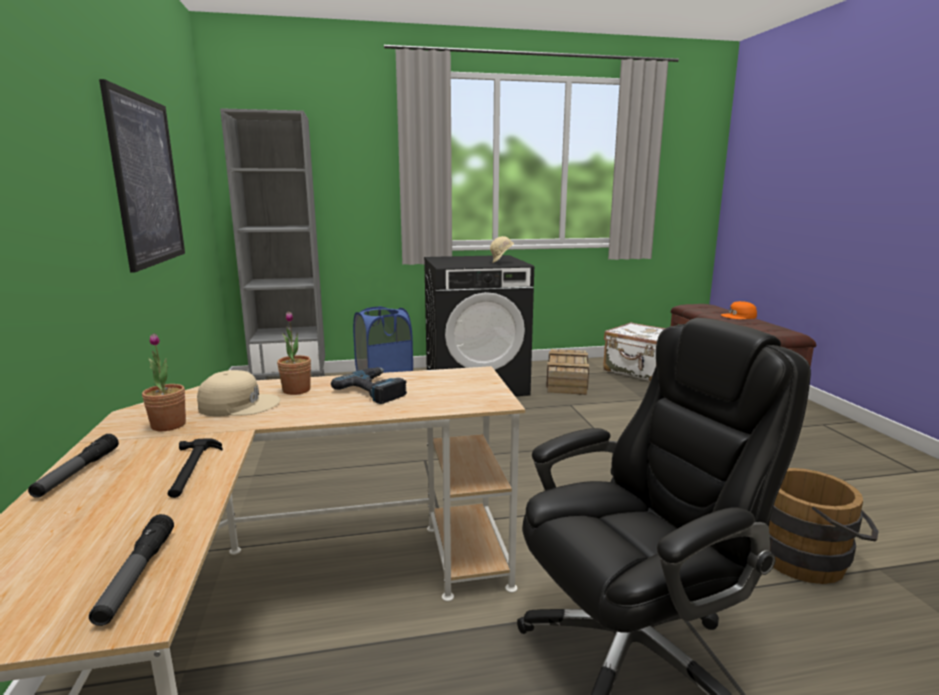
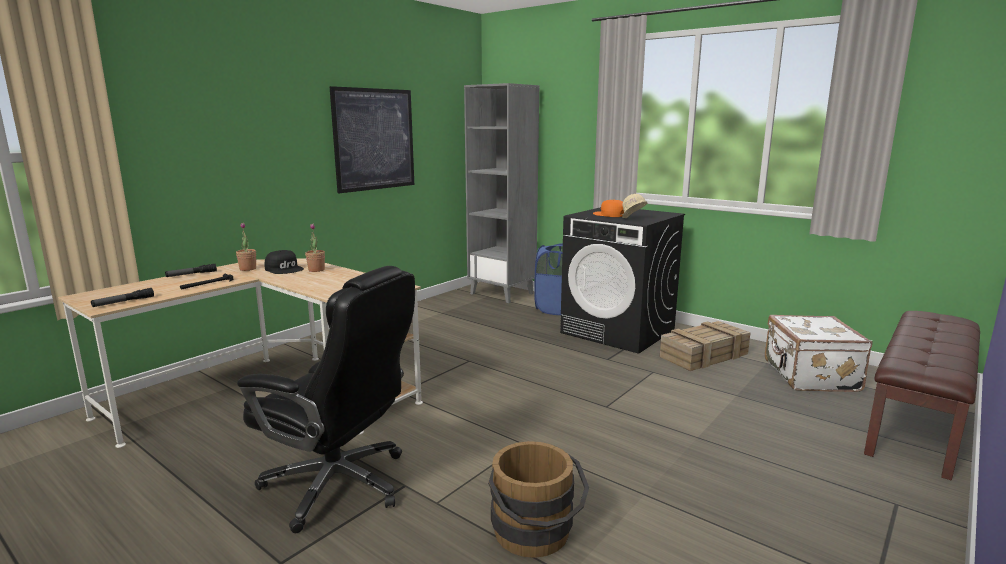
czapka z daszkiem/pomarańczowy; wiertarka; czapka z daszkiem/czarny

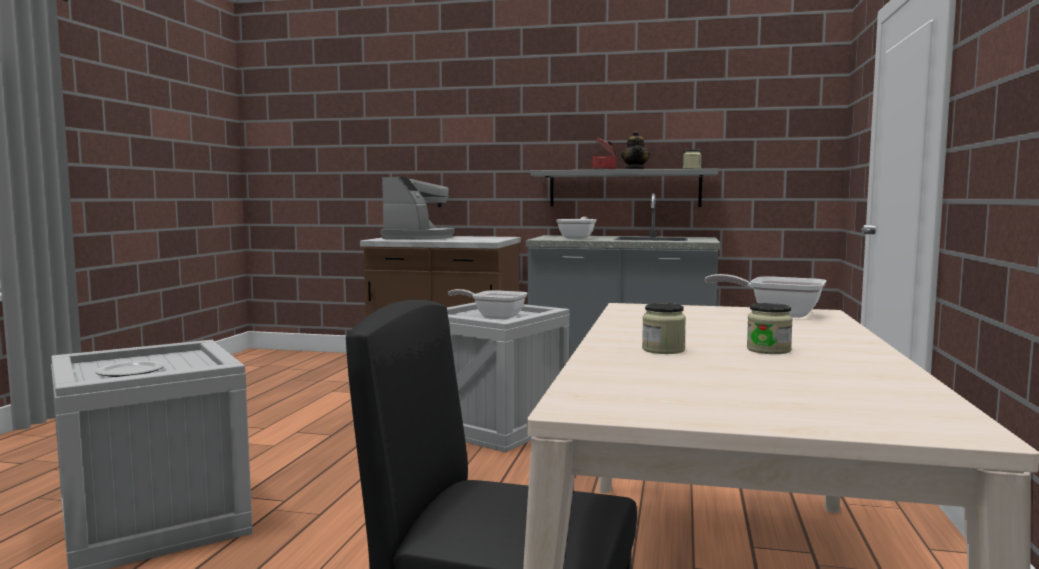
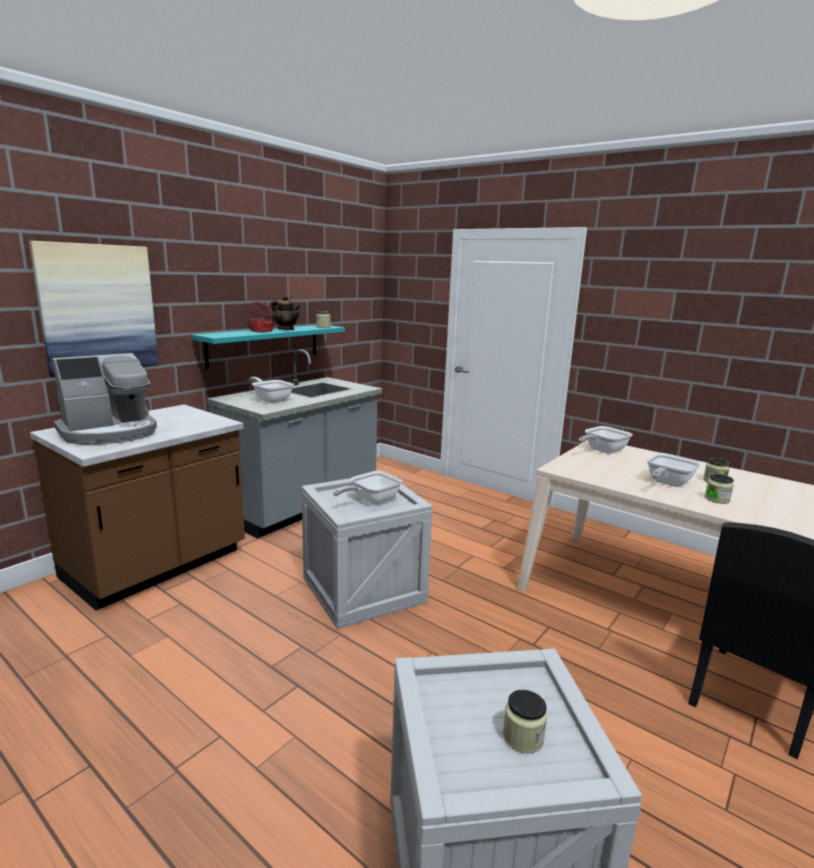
półka/turkusowy; ekspres do kawy; słoik (2nd from left); obraz; patelnia (4th from left)

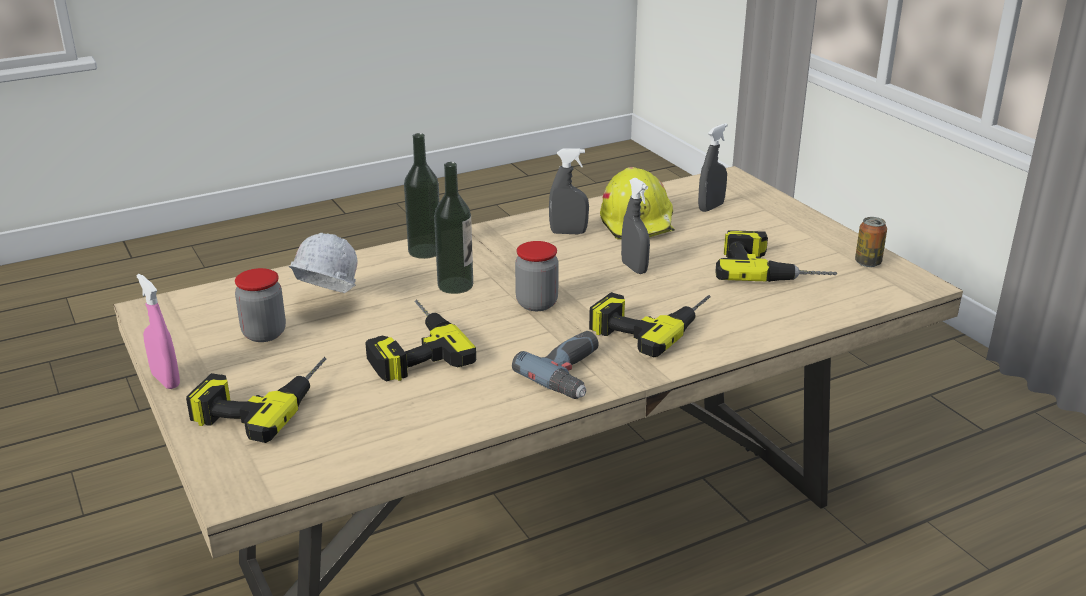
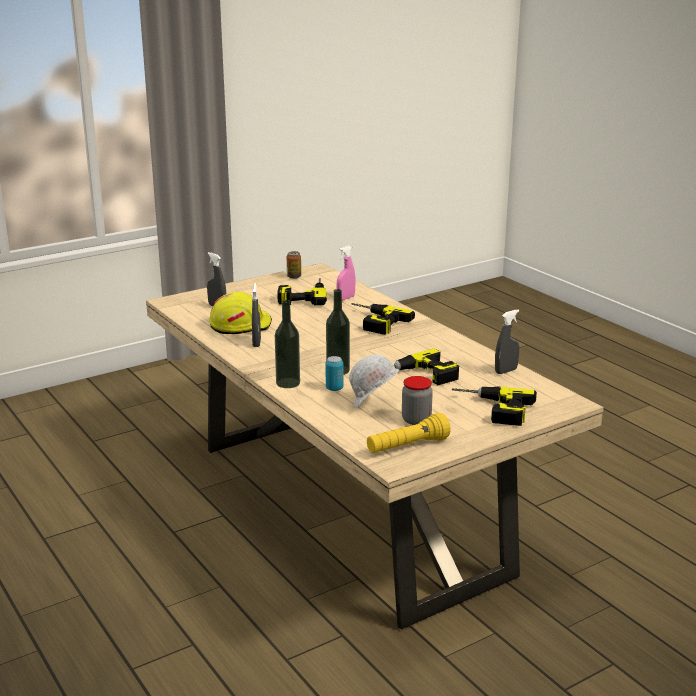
spryskiwacz/szary (3rd from left); słoik (2nd from left in the first image); spryskiwacz/różowy; wiertarka (3rd from left in the first image); puszka (2nd from left); latarka/żółty

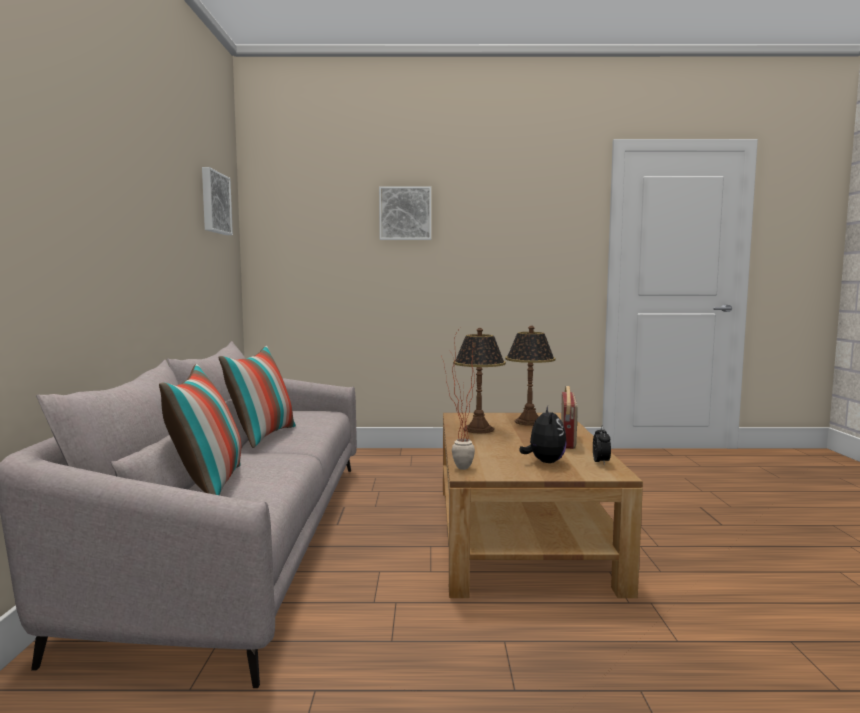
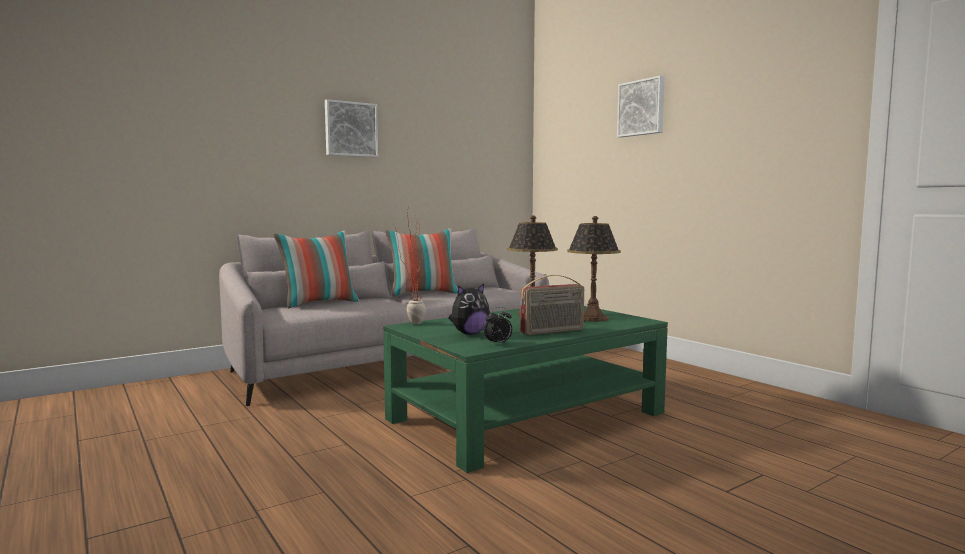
obraz (1st from left); ława/zielony

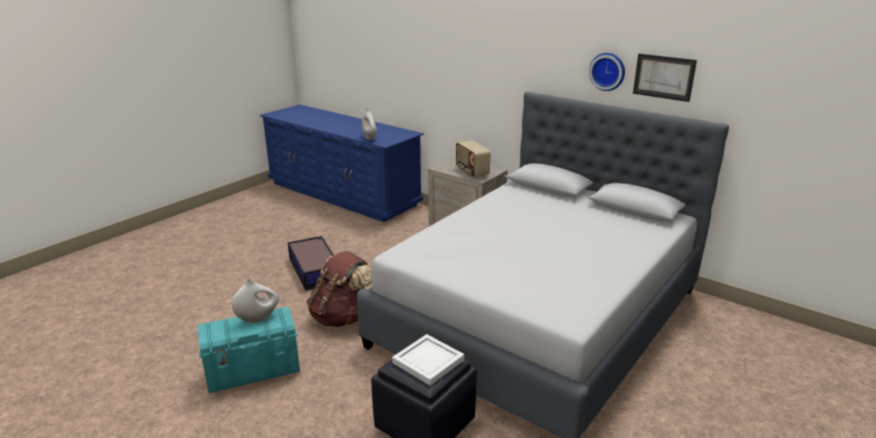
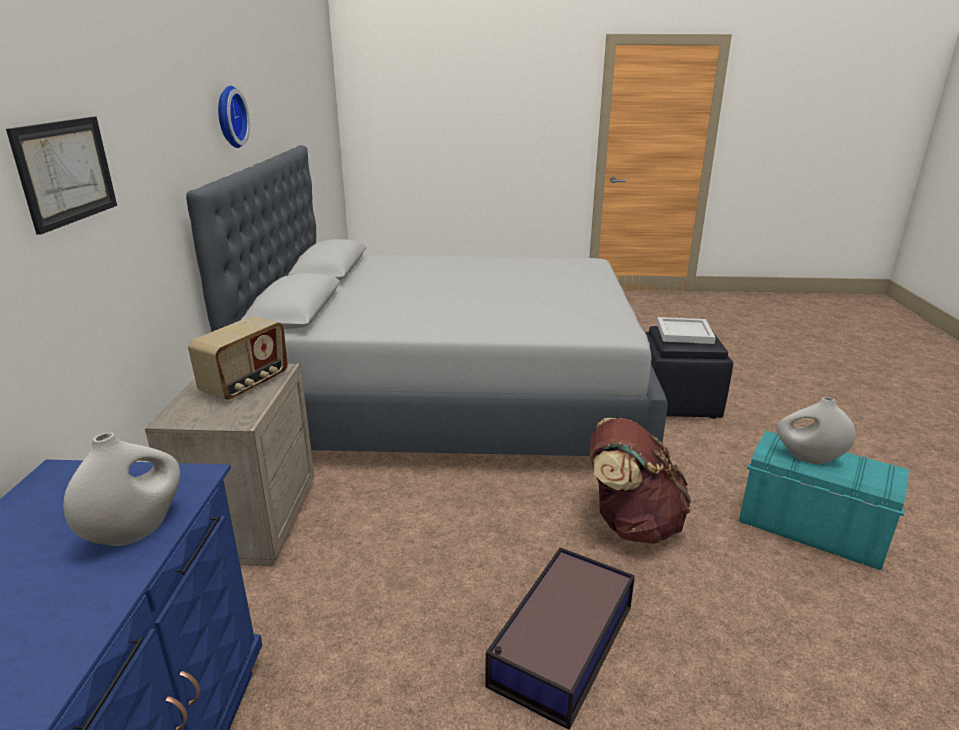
obraz

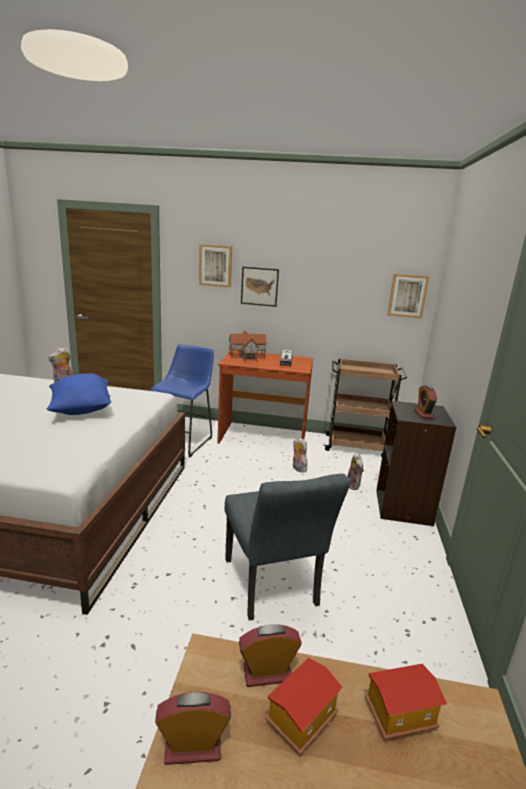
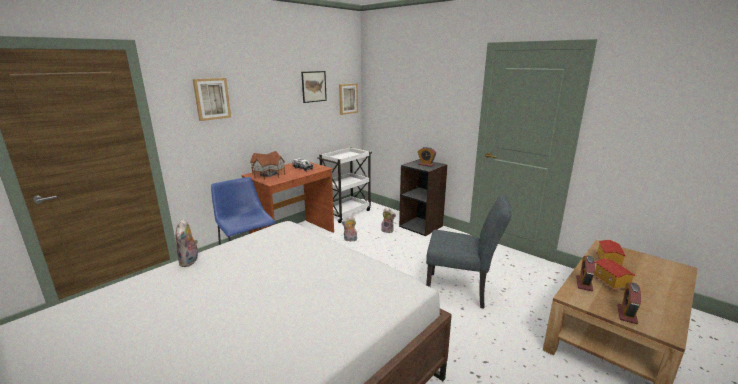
obraz (2nd from left); wózek/biały; poduszka/niebieski

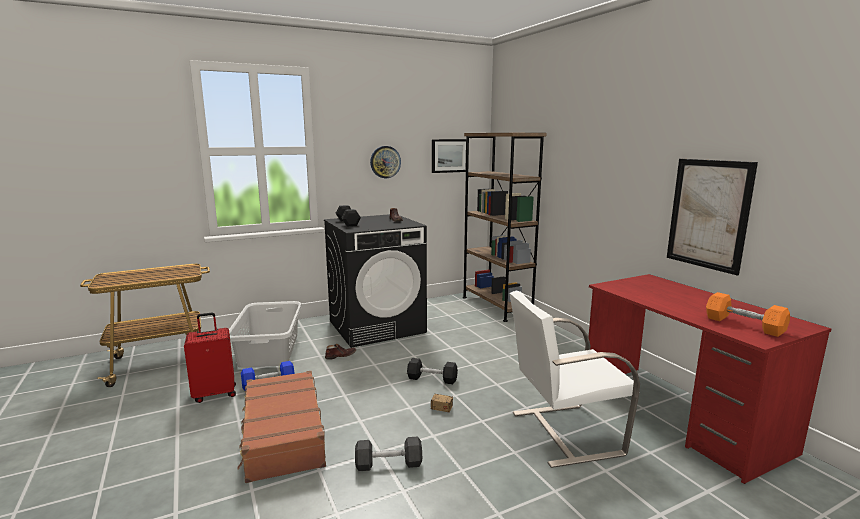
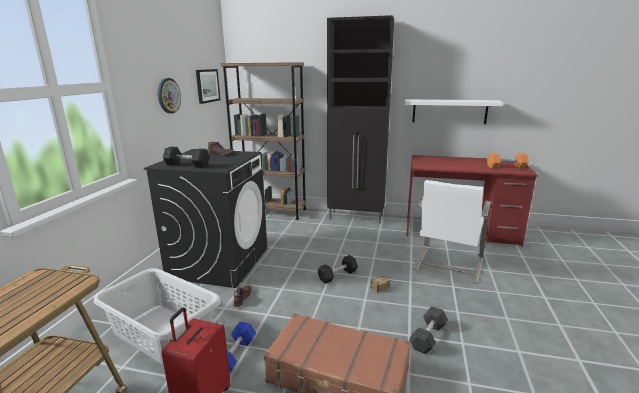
półka/biały; szafka/czarny

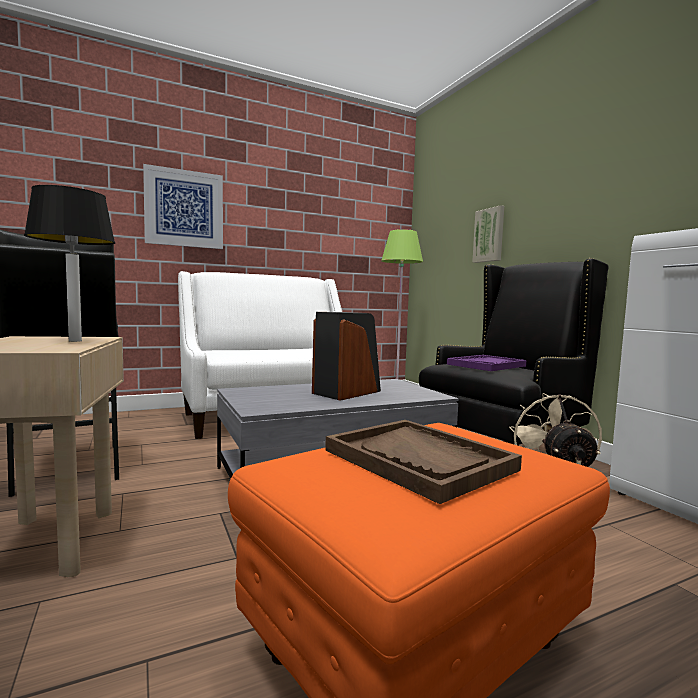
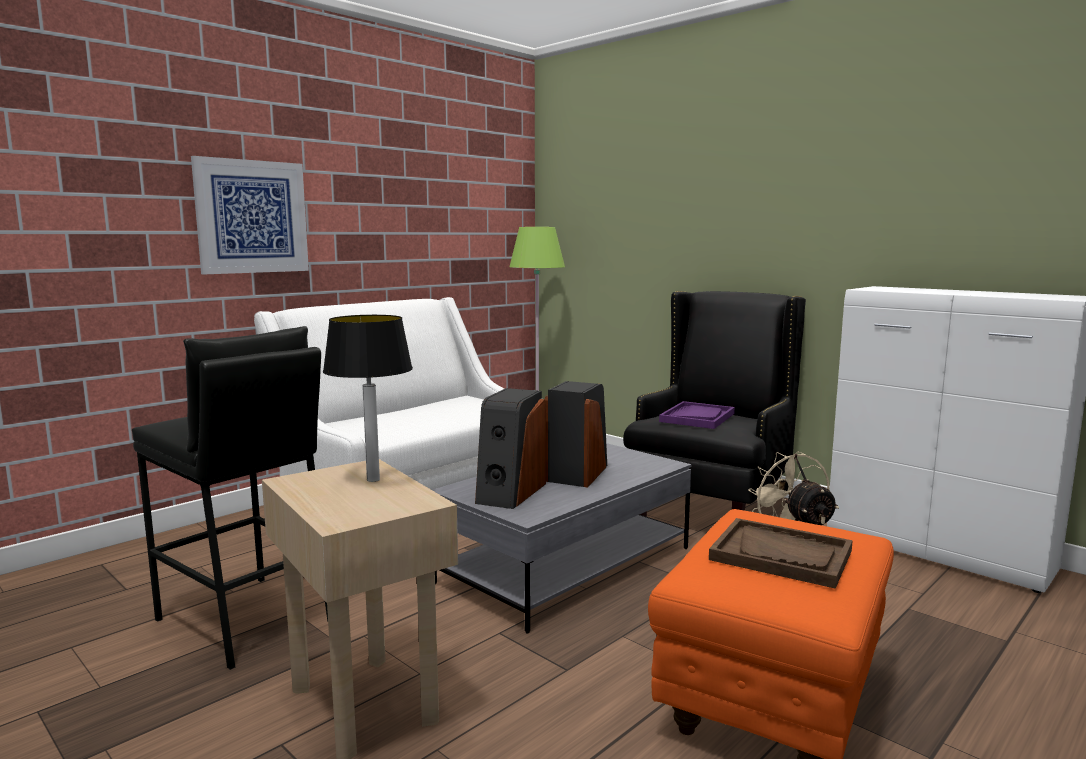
obraz (2nd from left in the first image); głośnik (1st from left)

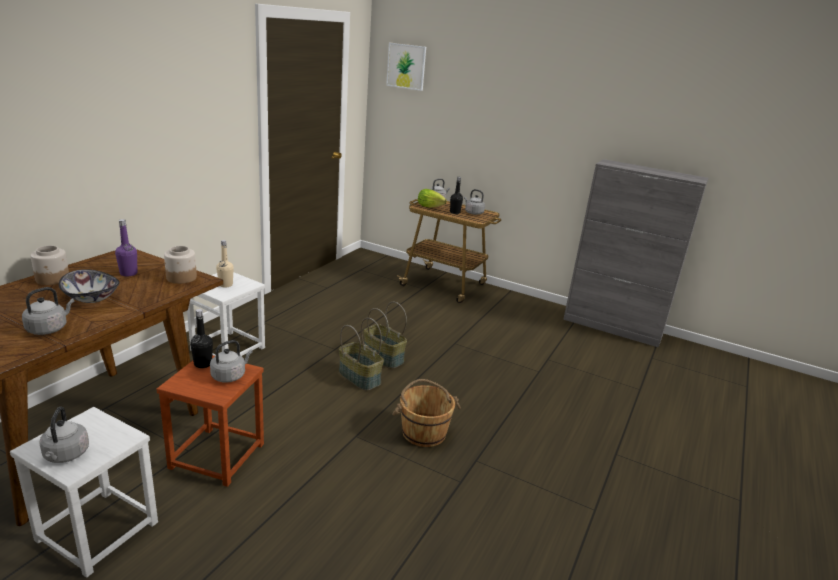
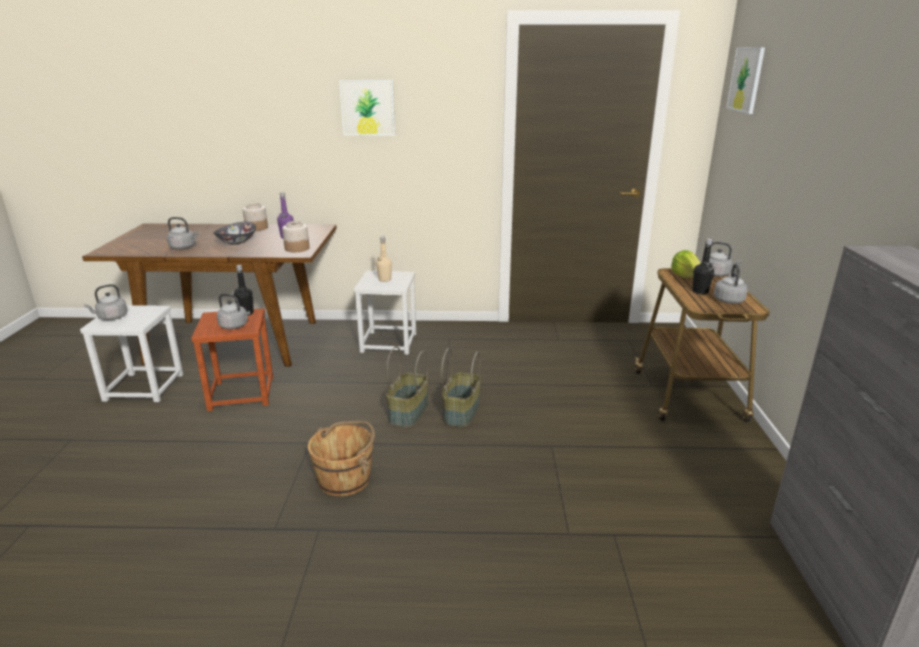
obraz (1st from left)

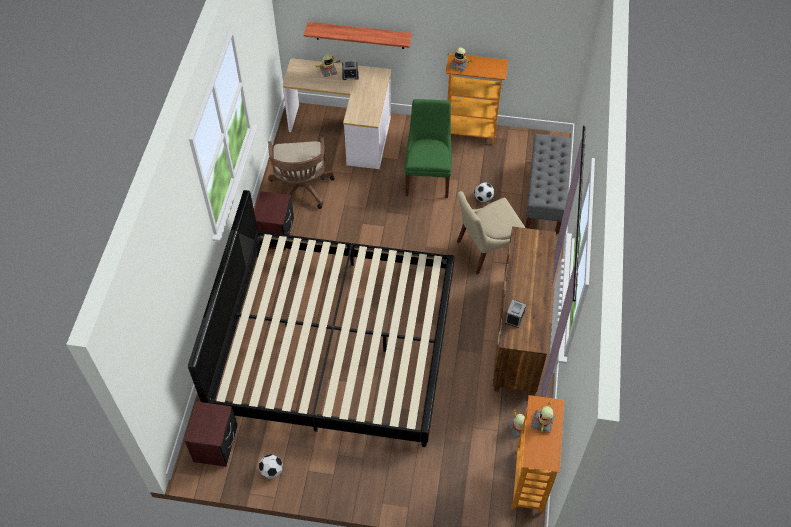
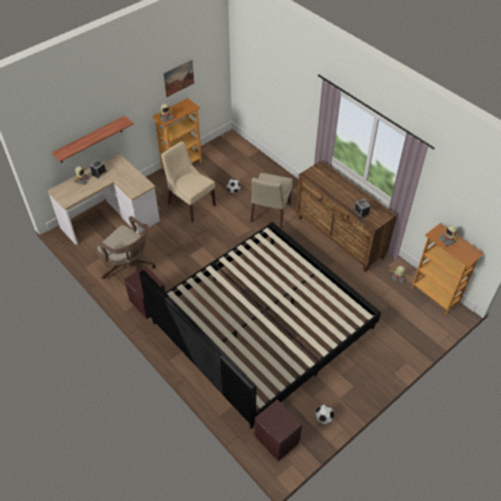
krzesło/beżowy (1st from left); ławka/szary; obraz

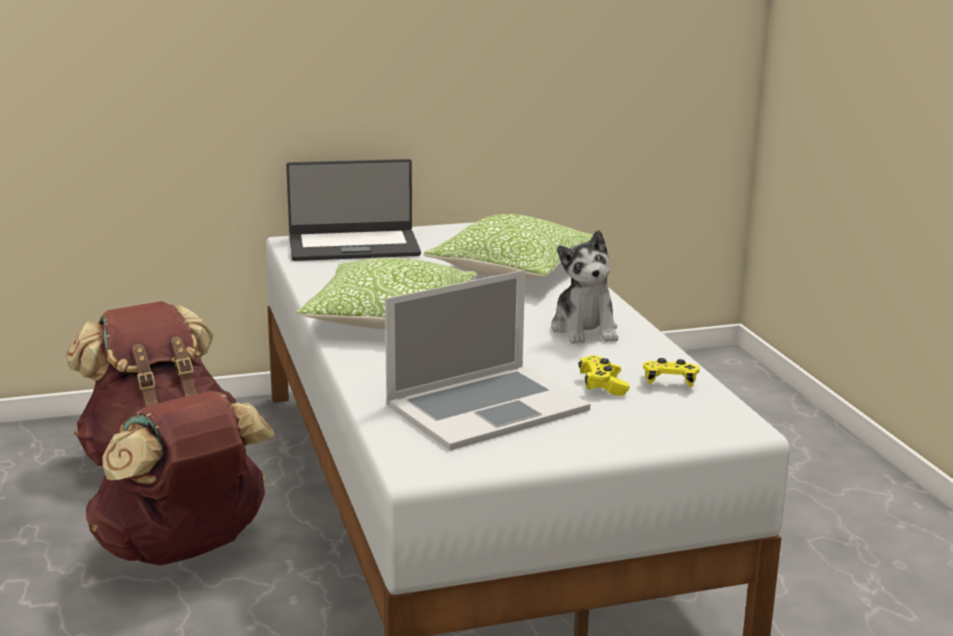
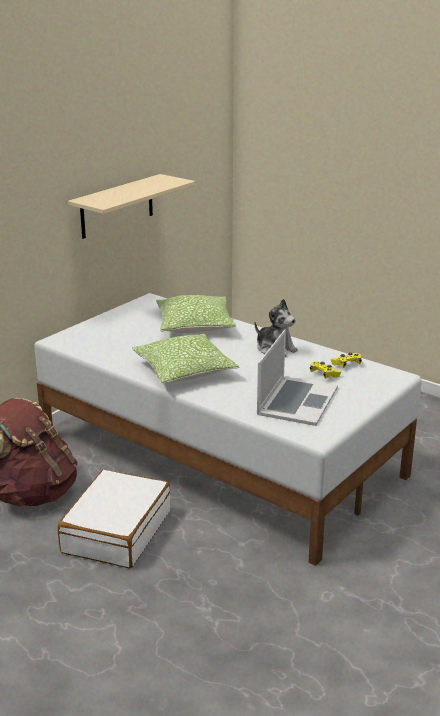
laptop (1st from left in the first image); walizka/biały; półka/beżowy

